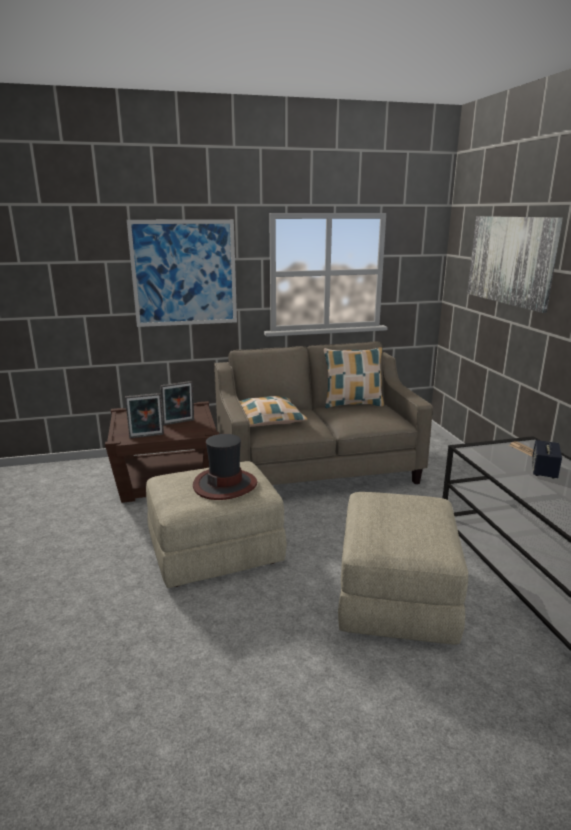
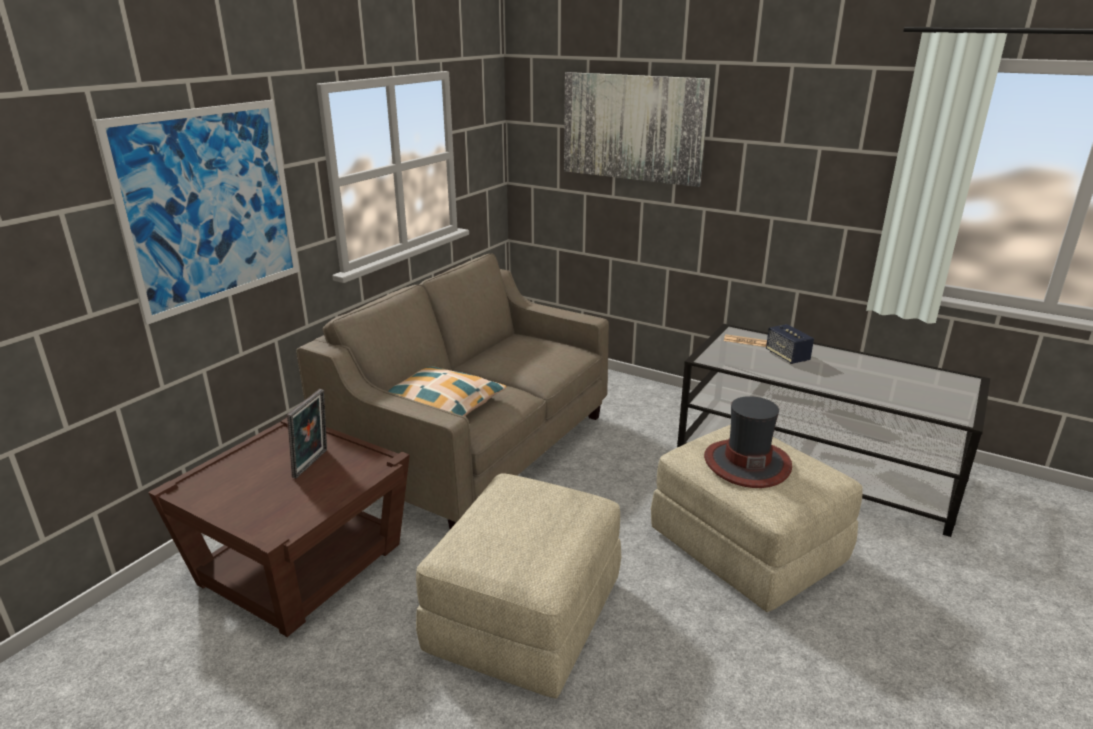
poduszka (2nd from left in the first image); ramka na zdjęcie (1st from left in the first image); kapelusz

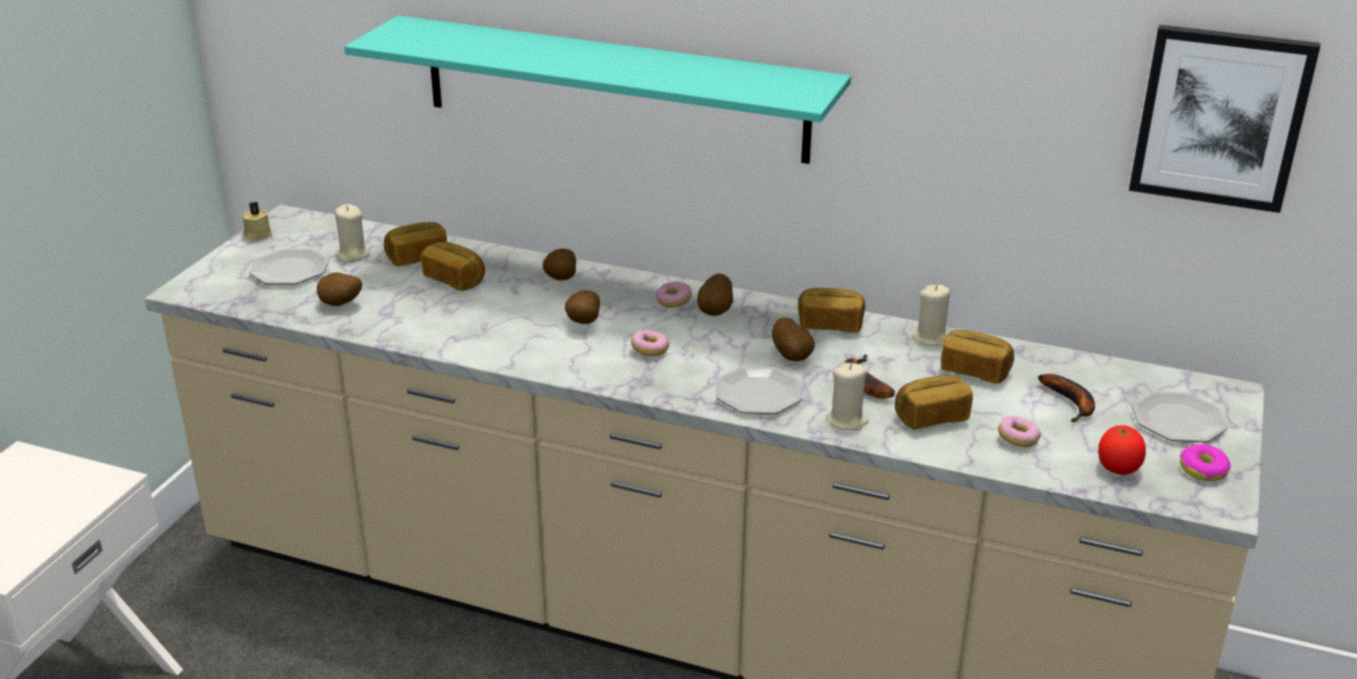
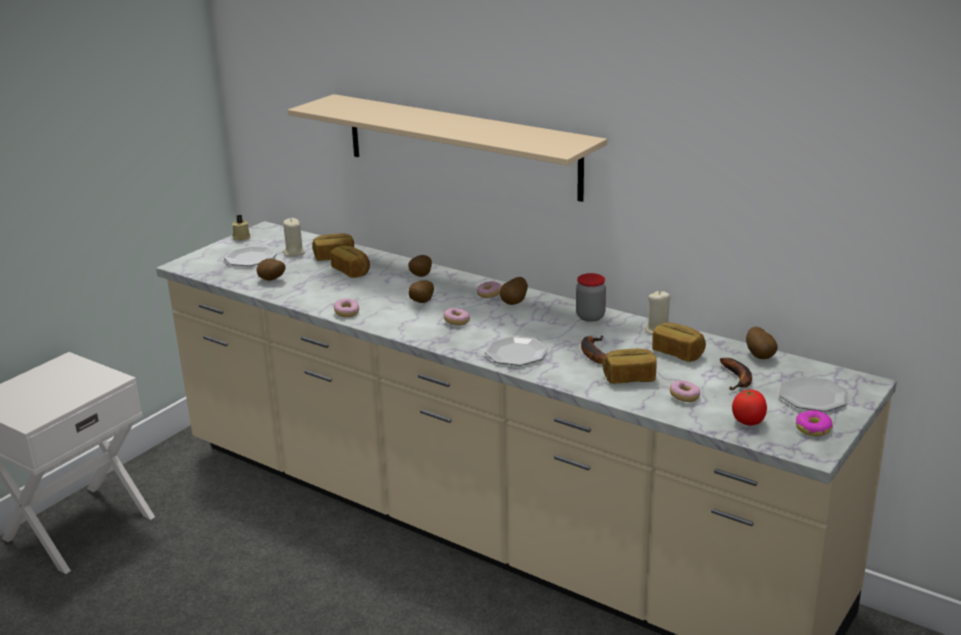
półka/beżowy; obraz; słoik; ziemniak (5th from left); świeca/beżowy (3rd from left in the first image); donut (1st from left)

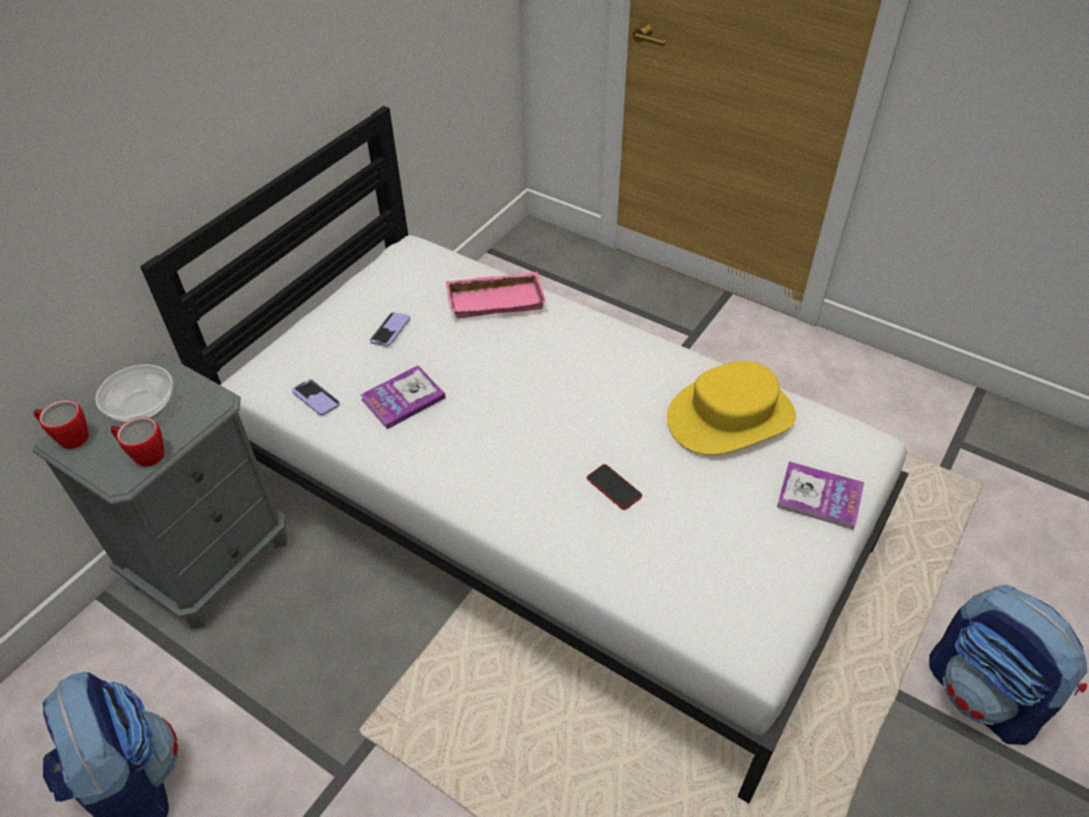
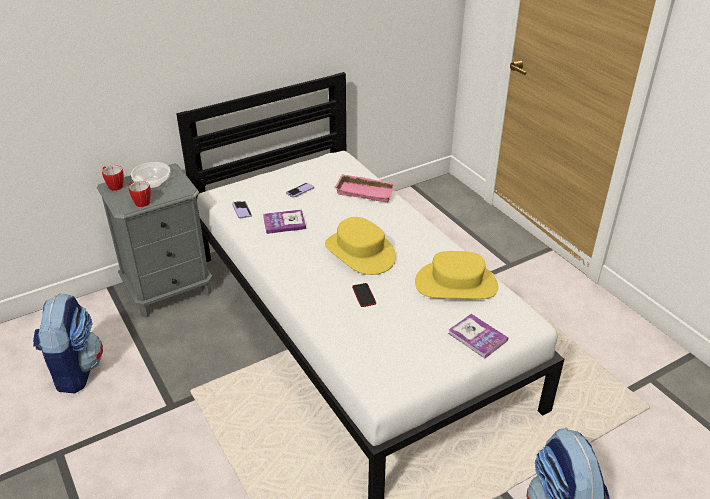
kapelusz/żółty (1st from left)

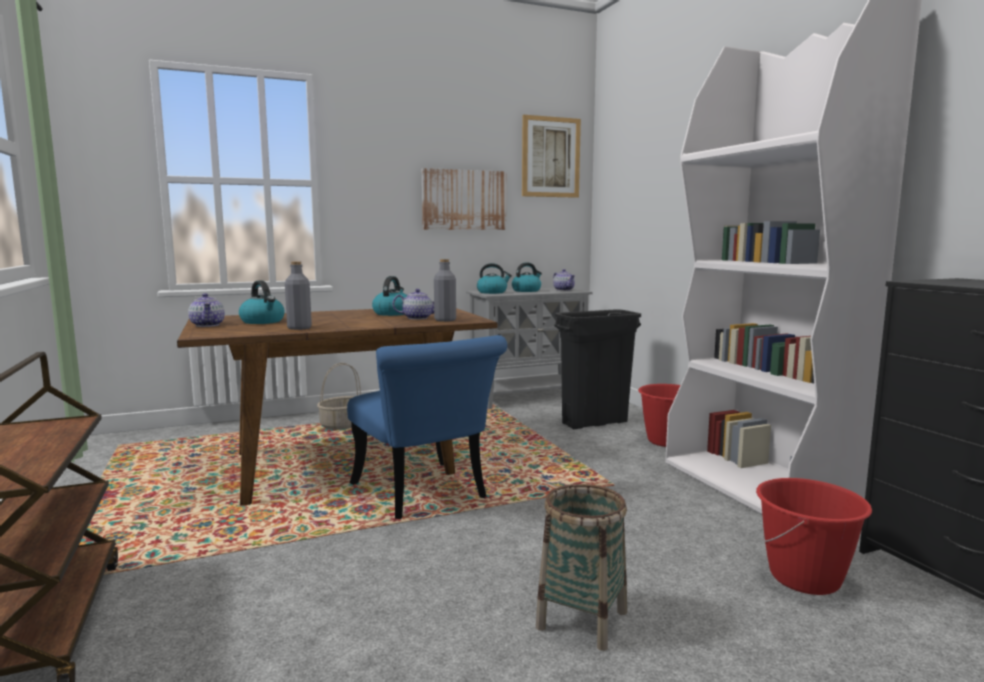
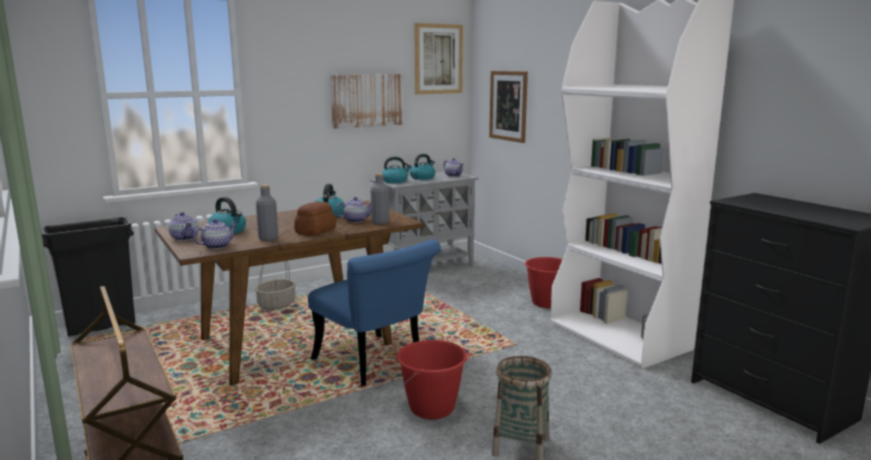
kosz na śmieci/czarny; wiadro/czerwony (1st from left); obraz (3rd from left); chleb; imbryk (2nd from left)

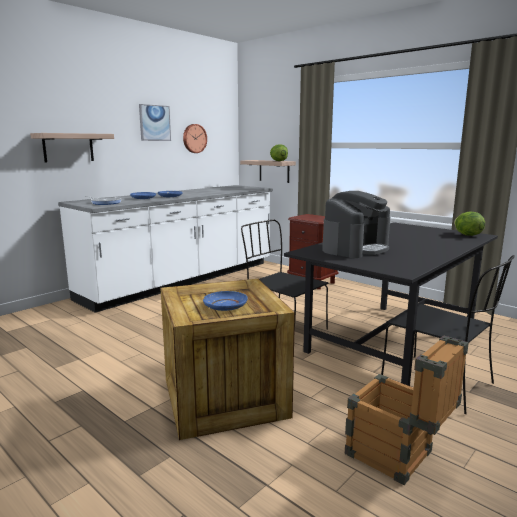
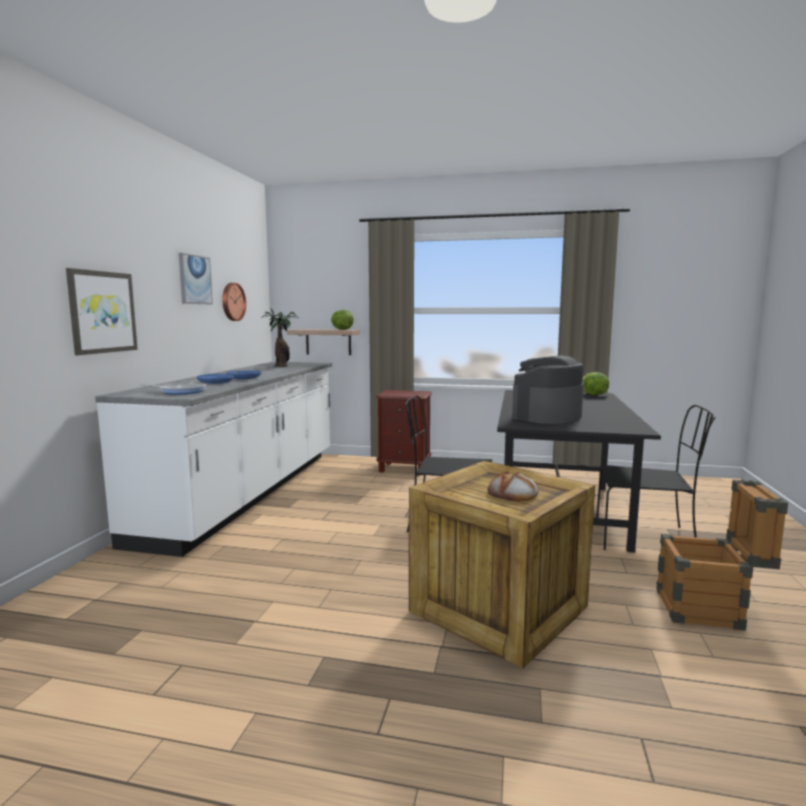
obraz (1st from left); ekspres do kawy; chleb; roślina doniczkowa

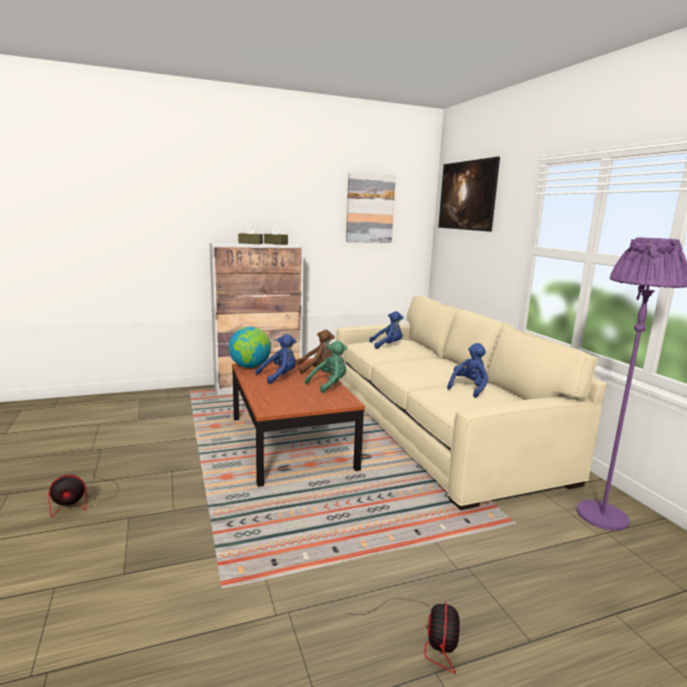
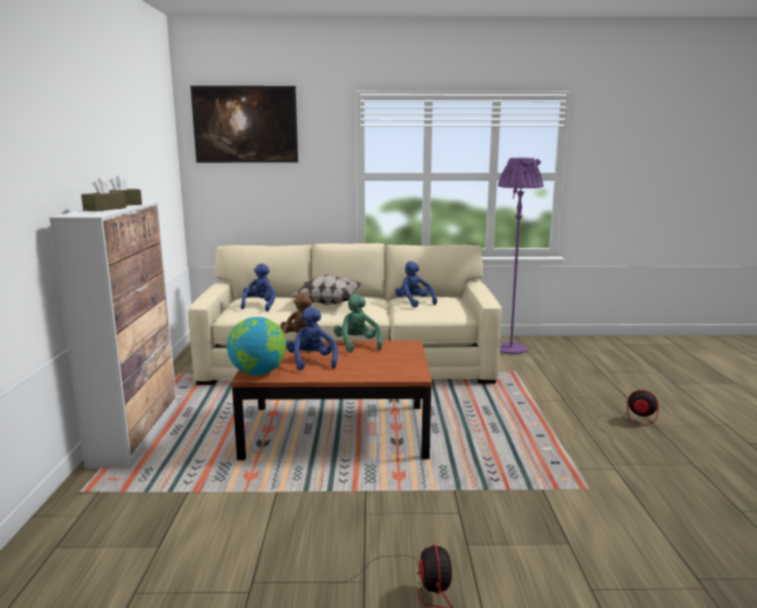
obraz (1st from left in the first image); poduszka

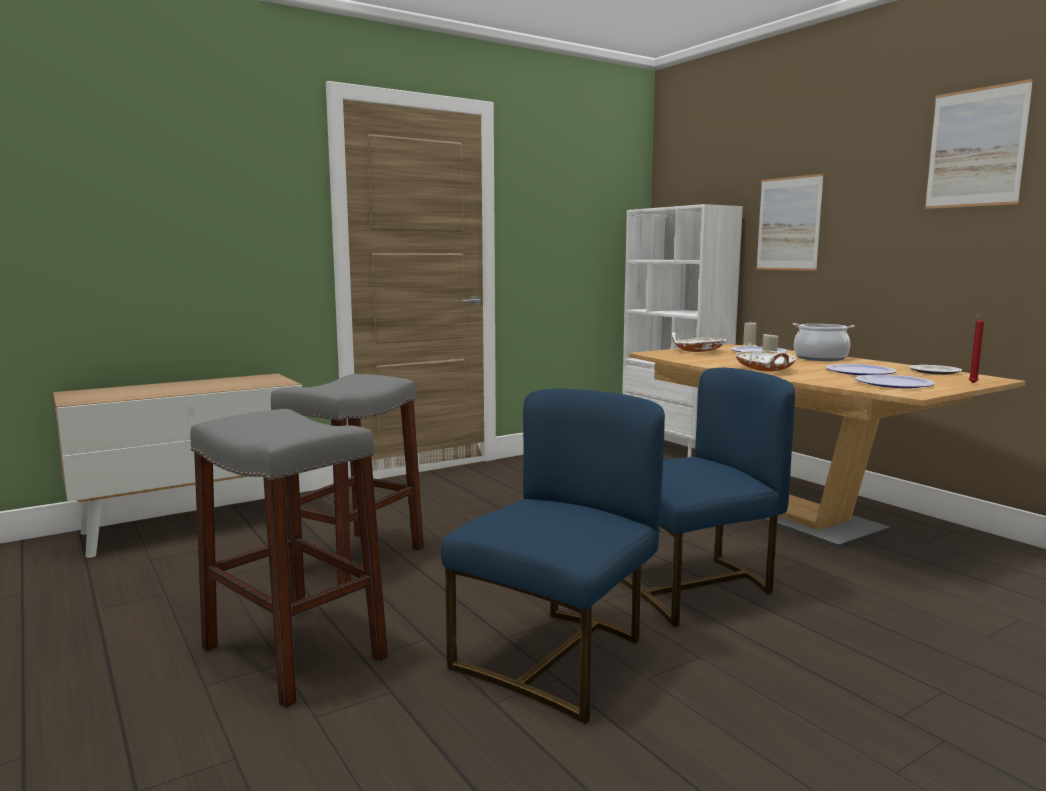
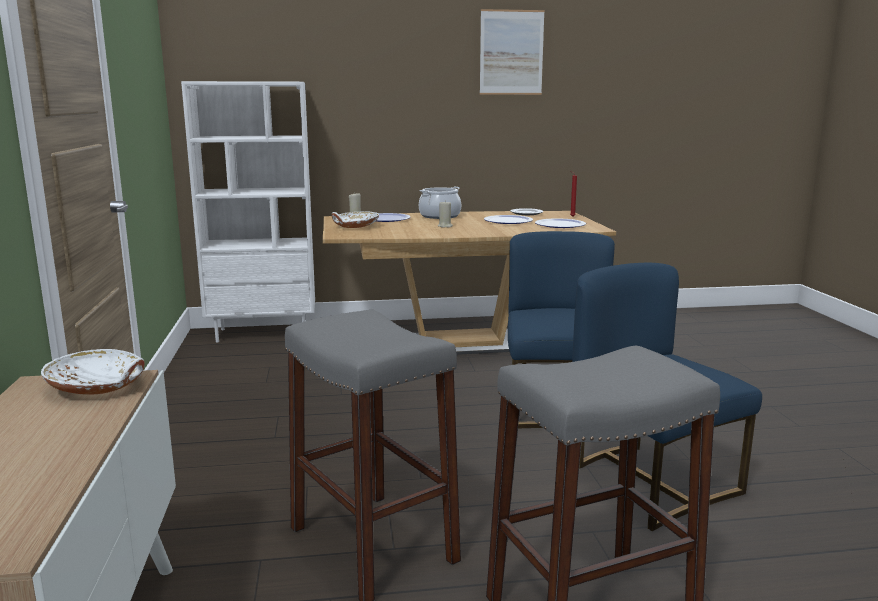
obraz (1st from left in the first image); miska/biały (1st from left)

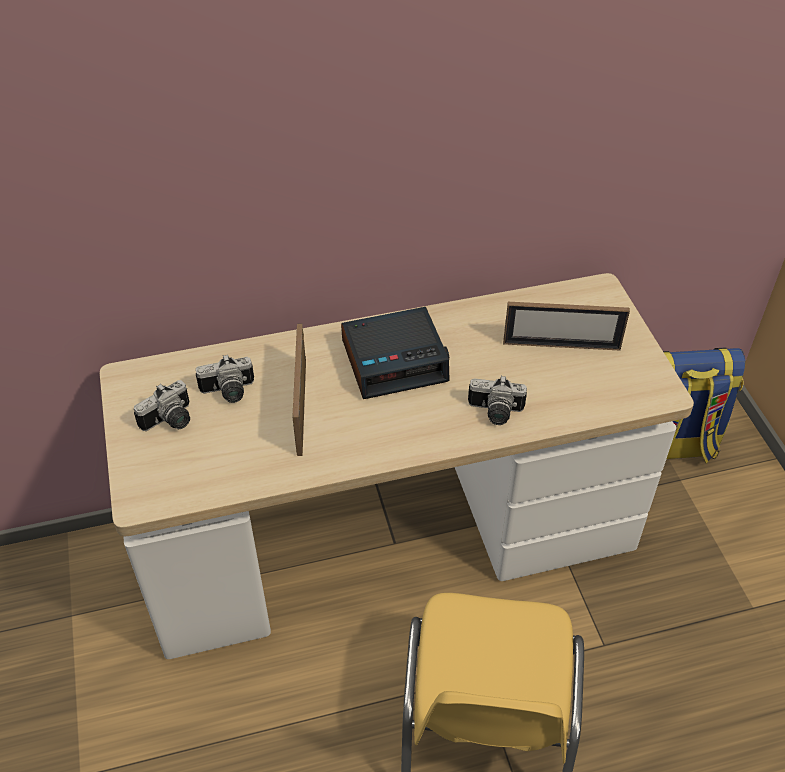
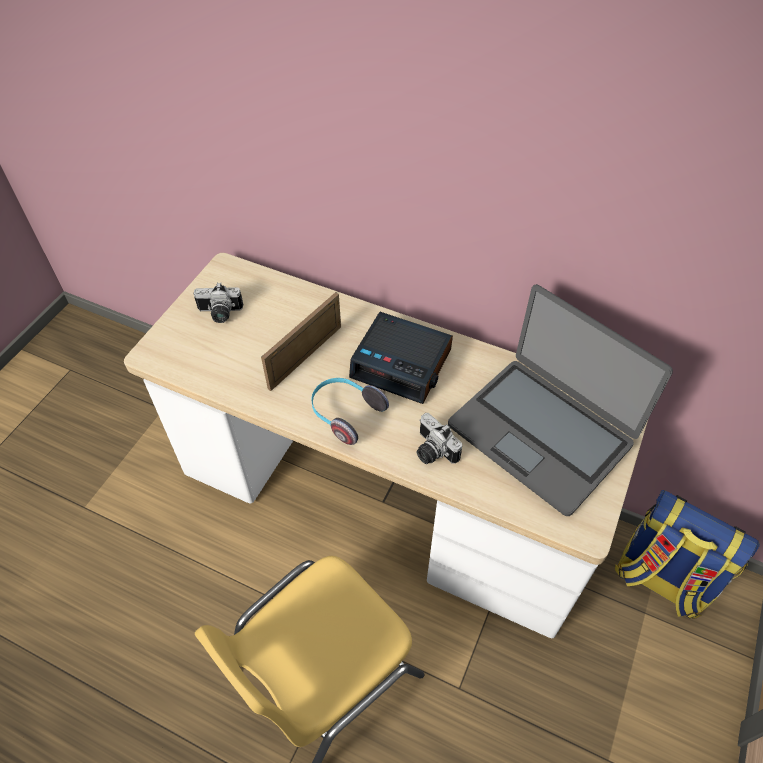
laptop; aparat fotograficzny (2nd from left in the first image); słuchawki

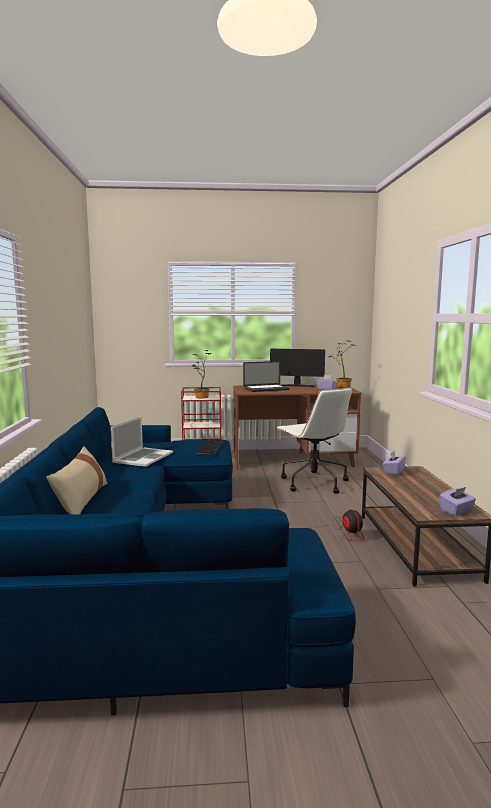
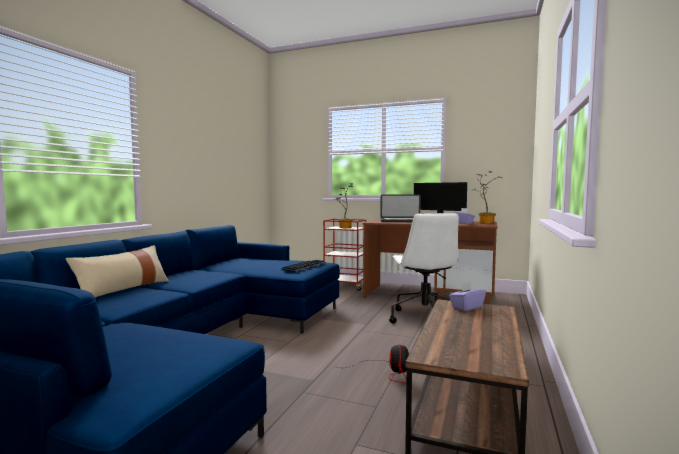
laptop (1st from left in the first image); pudełko chusteczek/fioletowy (3rd from left in the first image)

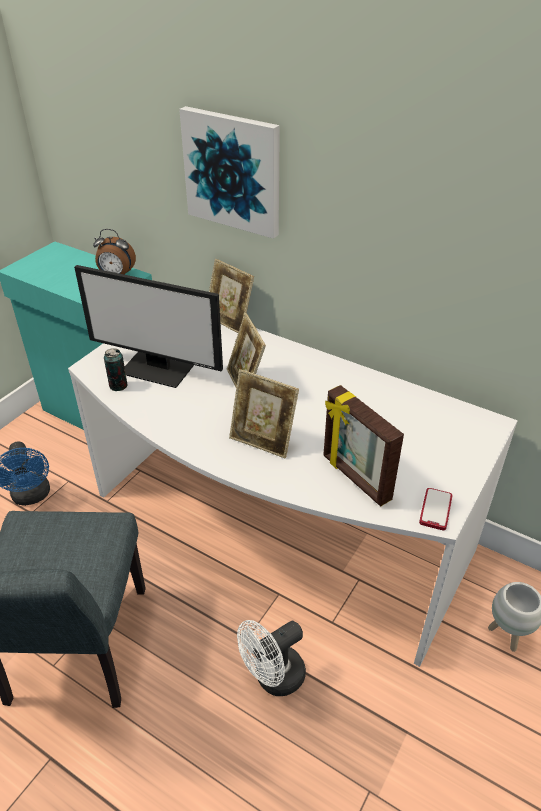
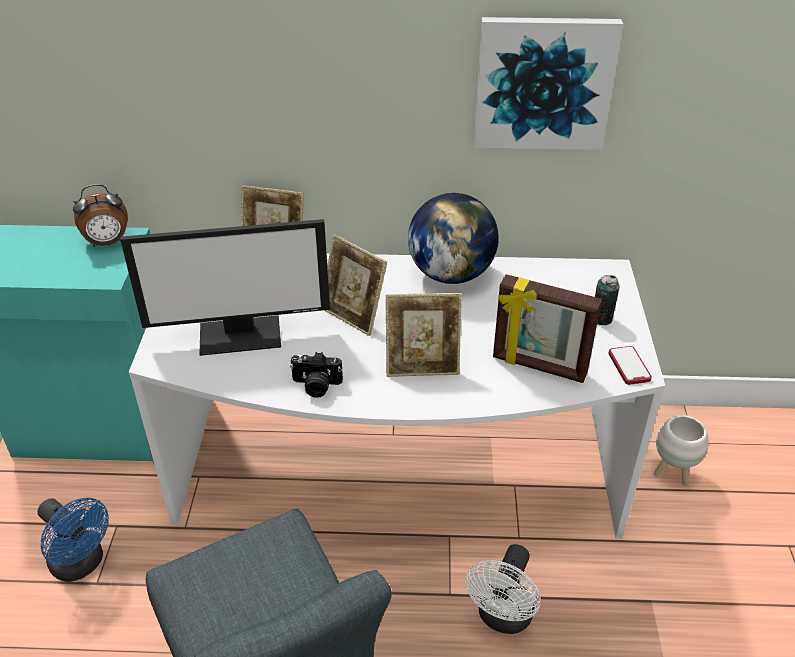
obraz; puszka; globus; aparat fotograficzny

